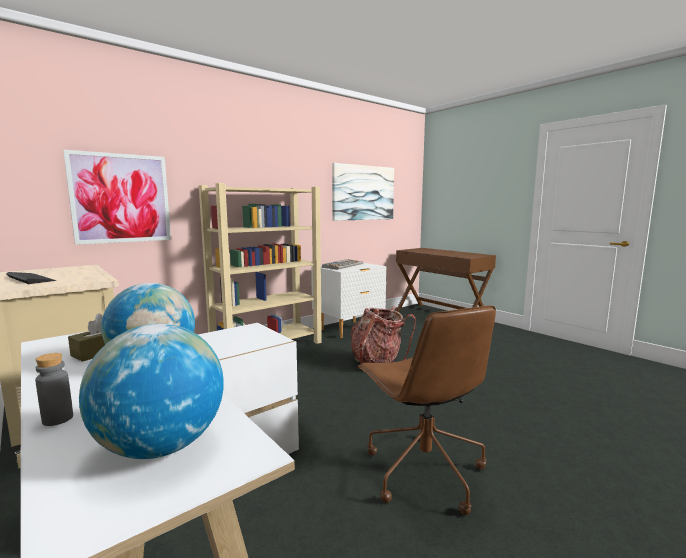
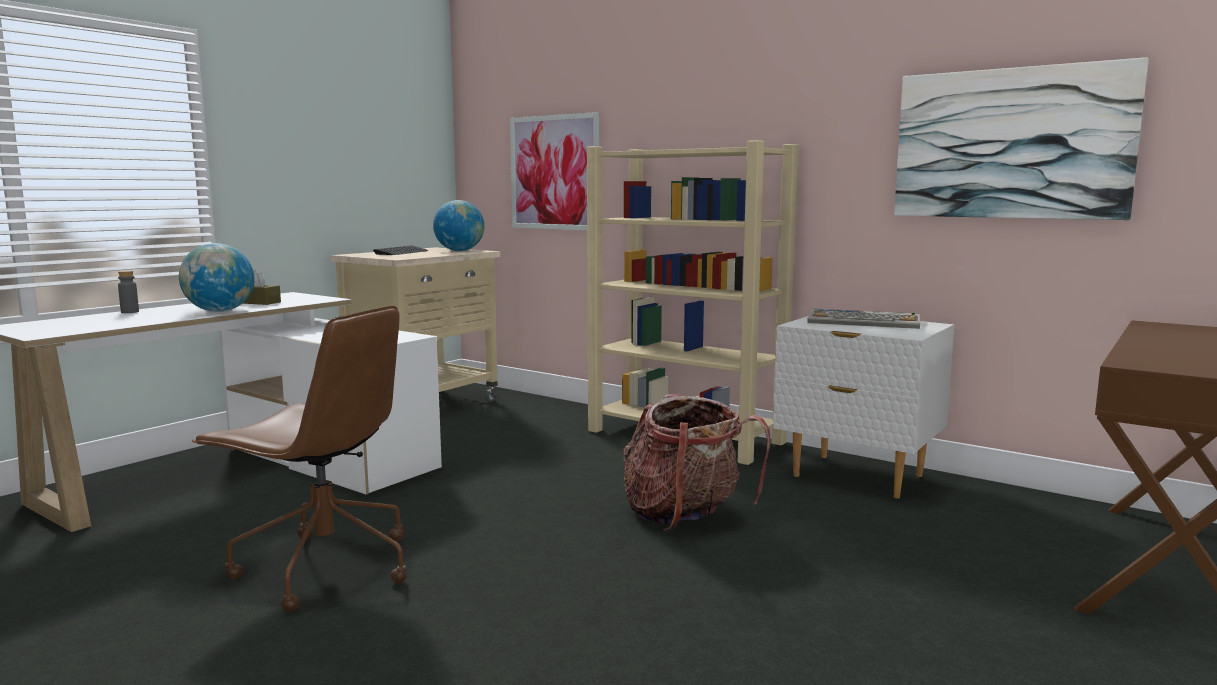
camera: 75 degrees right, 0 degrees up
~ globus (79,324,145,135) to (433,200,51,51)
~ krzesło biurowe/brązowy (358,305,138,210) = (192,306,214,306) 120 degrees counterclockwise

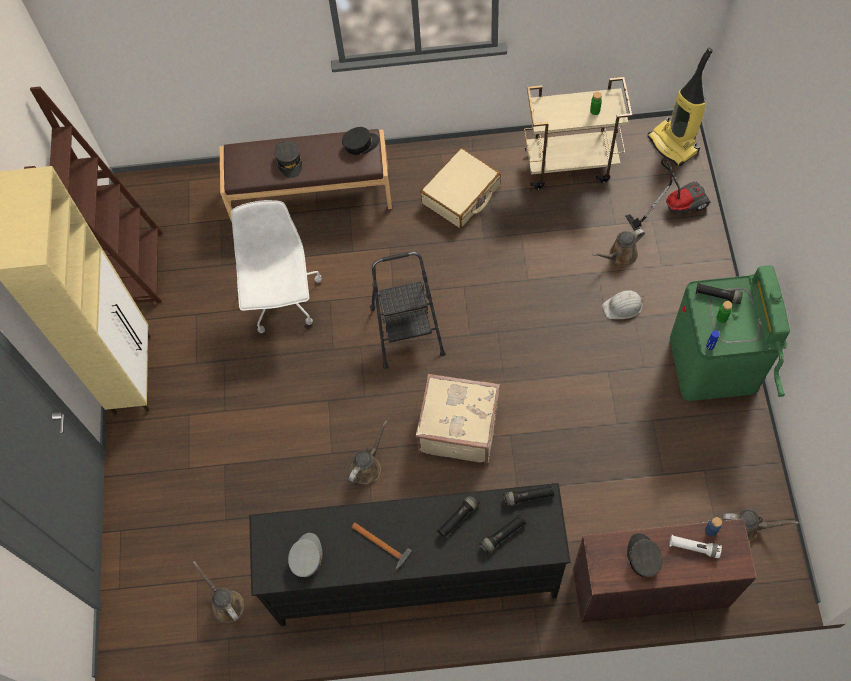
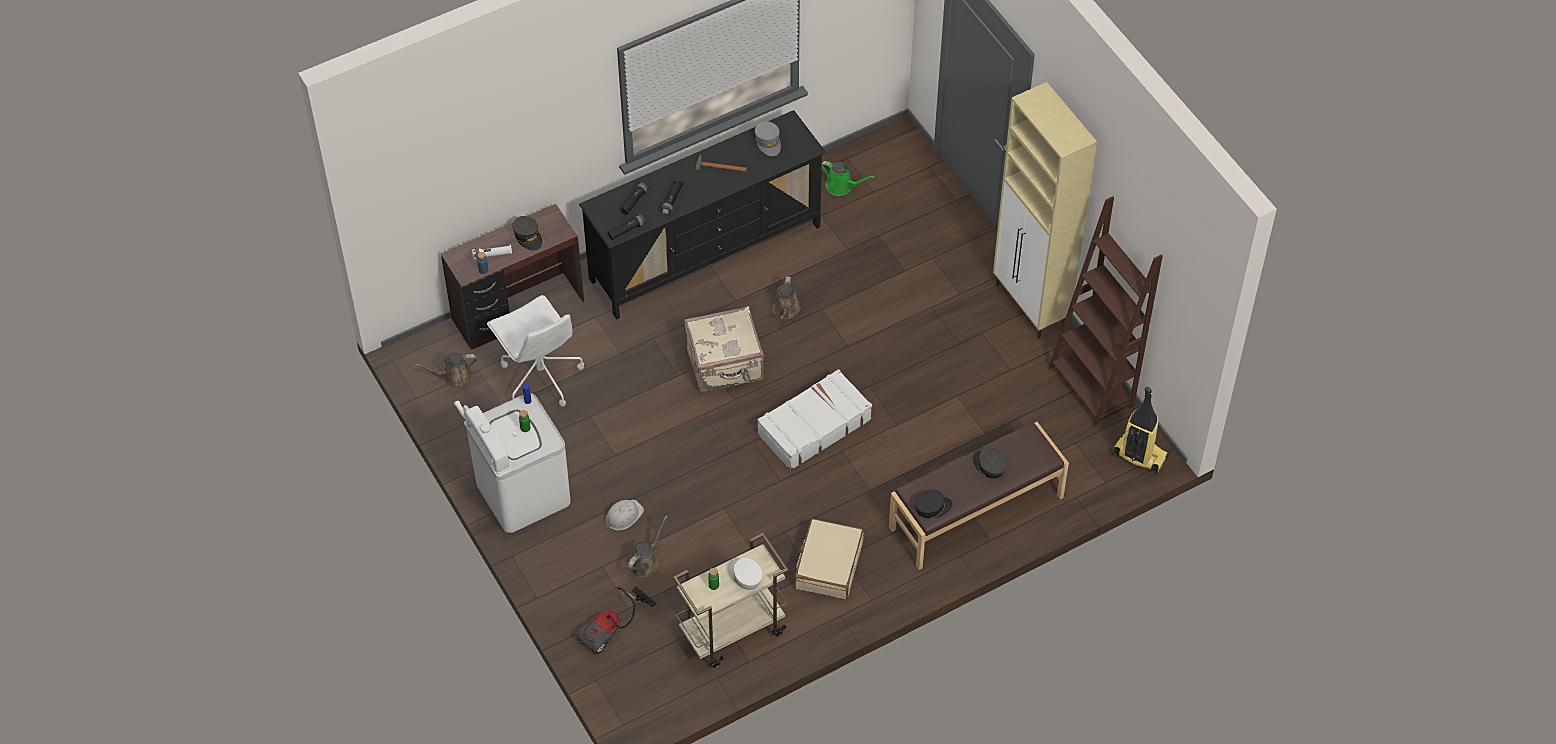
camera: 150 degrees right, 10 degrees down
- latarka/czarny (696,283,47,21)
+ czapka z daszkiem/biały (730,558,32,32)
~ krzesło biurowe/biały (231,200,91,133) to (487,295,97,112)
~ odkurzacz (648,48,65,118) to (1112,387,57,88)
~ drabinka/czarny (370,252,76,117) to walizka/biały (757,369,115,101)
~ konewka/brązowy (193,561,51,62) to konewka/zielony (822,161,53,35)
~ pralka/zielony (670,265,120,136) to pralka/biały (454,393,117,140)
~ czapka z daszkiem/czarny (342,127,38,28) = (914,490,38,28) 150 degrees counterclockwise

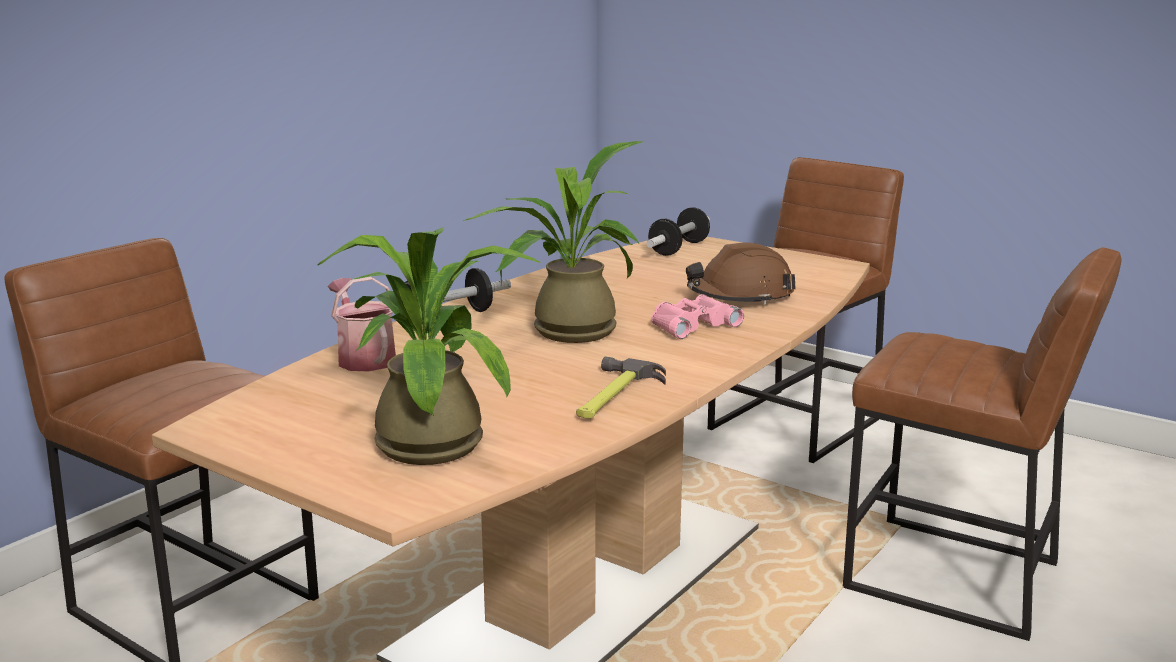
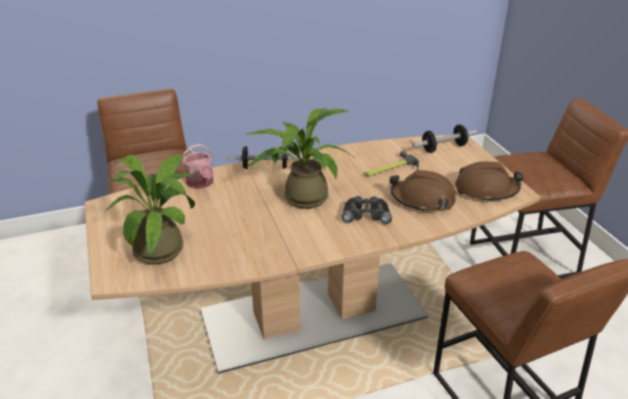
camera: 35 degrees right, 15 degrees up
+ kask/brązowy (455,162,69,40)
~ młotek (576,356,90,63) to (365,151,54,26)
~ lornetka/różowy (651,294,93,45) to lornetka/czarny (342,196,50,28)
~ konewka (328,276,68,96) = (182,144,32,45) 150 degrees clockwise

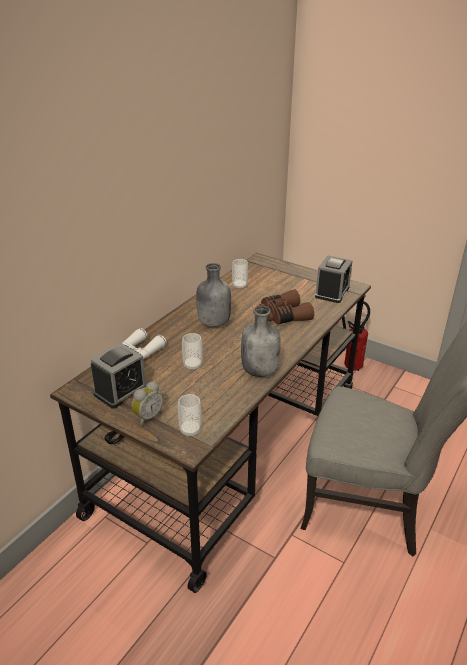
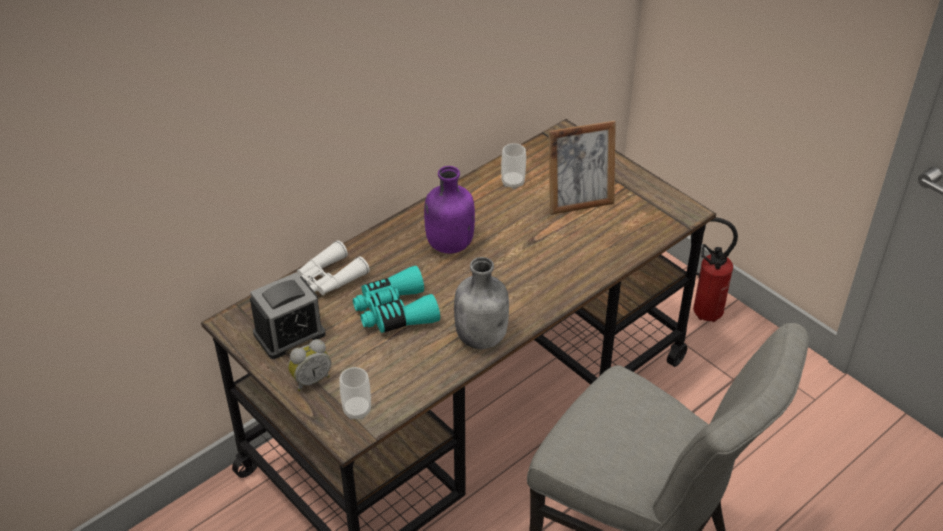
camera: 15 degrees right, 10 degrees up
- lornetka/brązowy (259,289,55,36)
- budzik (315,255,38,48)
+ ramka na zdjęcie (549,121,67,94)
~ filiżanka (182,333,21,38) to lornetka/turkusowy (353,266,87,67)
~ butelka/szary (196,263,35,64) to butelka/fioletowy (424,166,51,88)

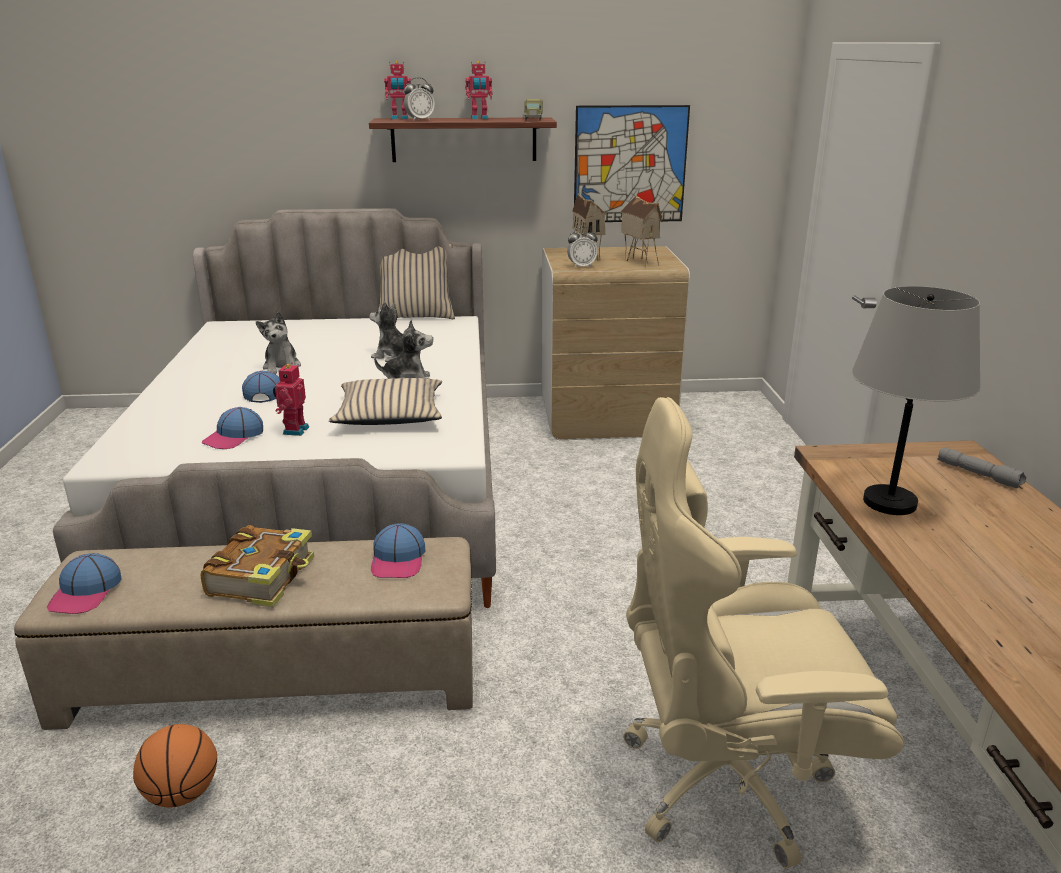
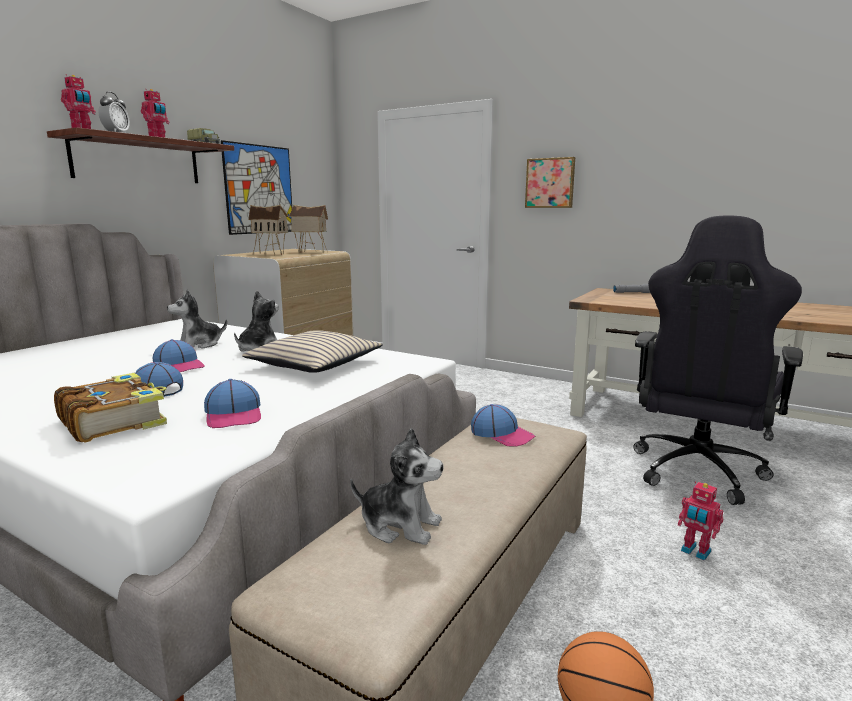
camera: 55 degrees left, 10 degrees down
- poduszka/beżowy (378,244,77,75)
- budzik (567,227,31,41)
- lampa stołowa/szary (852,286,128,229)
+ obraz (525,157,50,51)
~ czapka z daszkiem (47,553,75,61) to (152,339,53,33)
~ książka (201,525,113,82) to (54,373,113,70)
~ pluszak (256,312,45,62) to (350,428,94,117)
~ robot zabawkowy (273,362,36,74) to (678,481,45,80)
~ krzesło biurowe/beżowy (623,397,282,472) to krzesło biurowe/czarny (633,216,170,289)

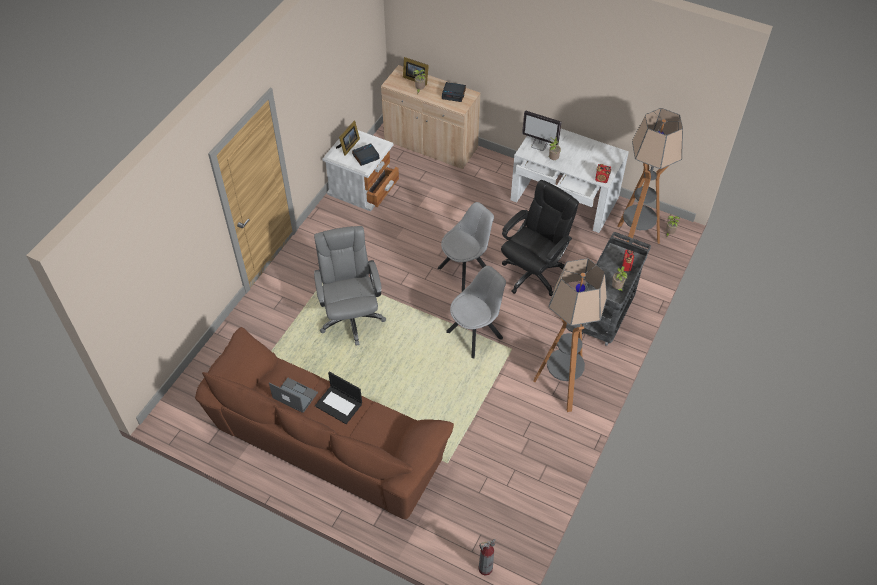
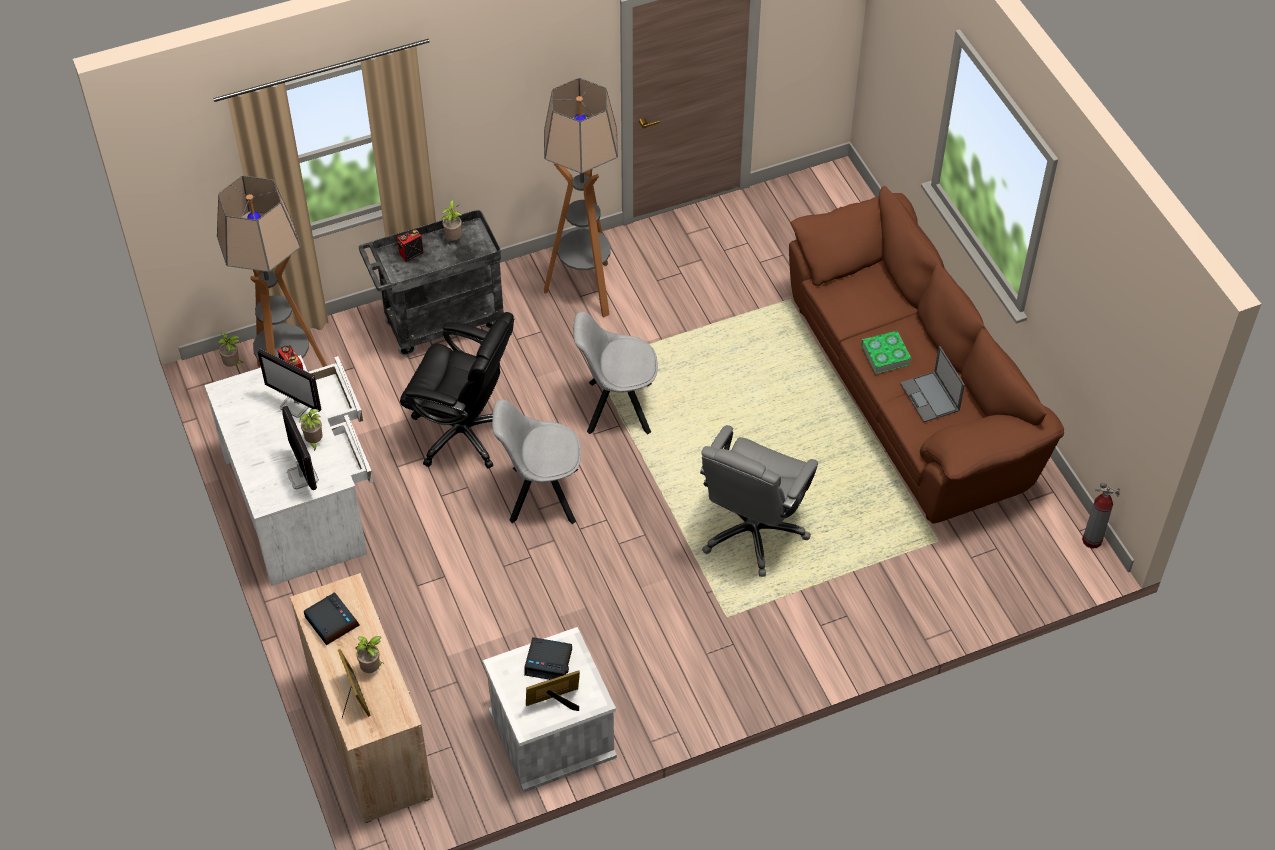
camera: 140 degrees left, 0 degrees up
+ monitor (257,349,65,69)
~ gaśnica (478,539,18,37) to (1082,483,38,65)
~ laptop (315,372,47,52) to książka (861,331,51,43)
~ krzesło biurowe/czarny (501,180,78,116) = (400,312,114,157) 150 degrees counterclockwise

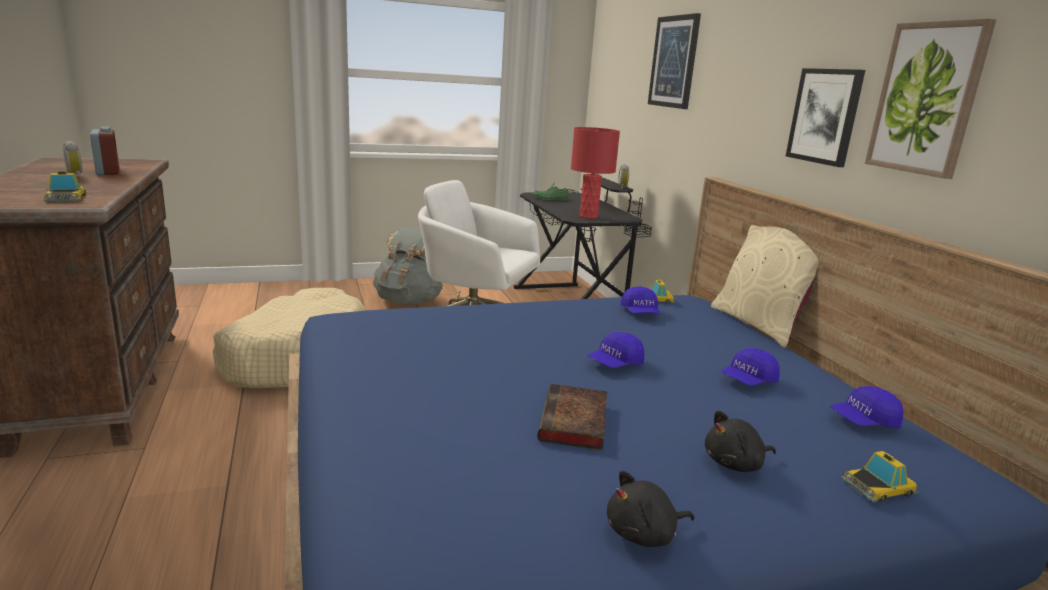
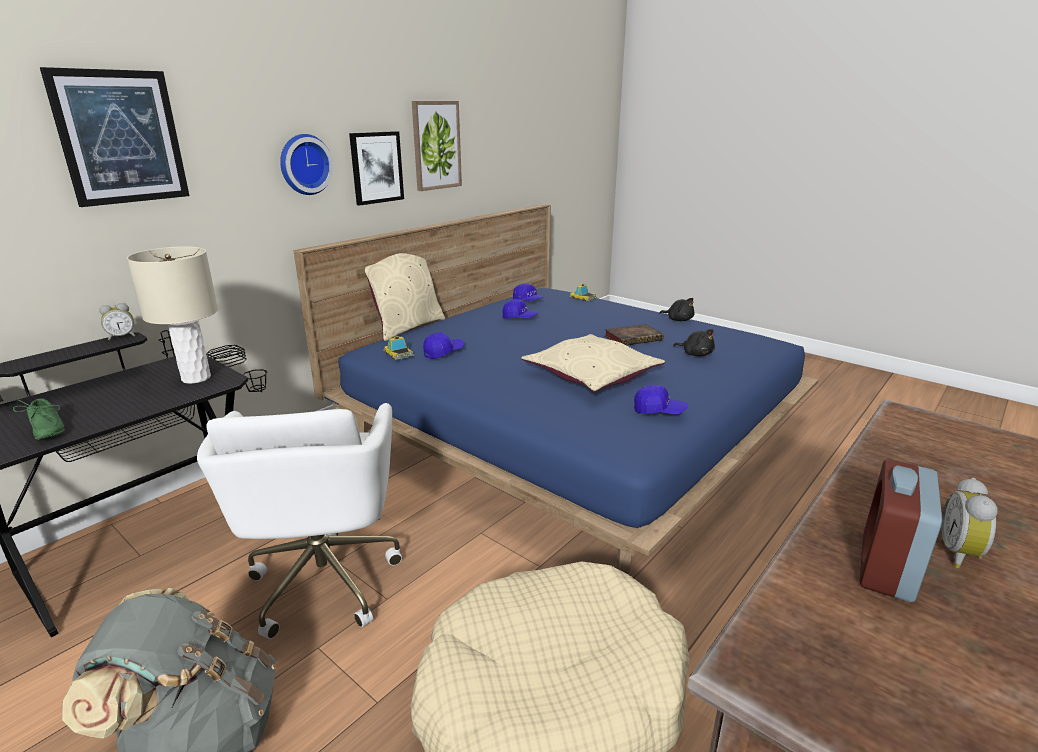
camera: 120 degrees left, 5 degrees up
- samochodzik (44,171,42,31)
+ zegar ścienny (280,134,54,61)
+ poduszka/beżowy (521,334,144,58)
~ czapka z daszkiem/niebieski (588,332,56,36) to (634,385,54,29)
~ pluszak/czarny (705,410,71,62) to (673,329,42,27)
~ lampa stołowa/czerwony (571,127,49,92) to lampa stołowa/beżowy (127,246,91,138)

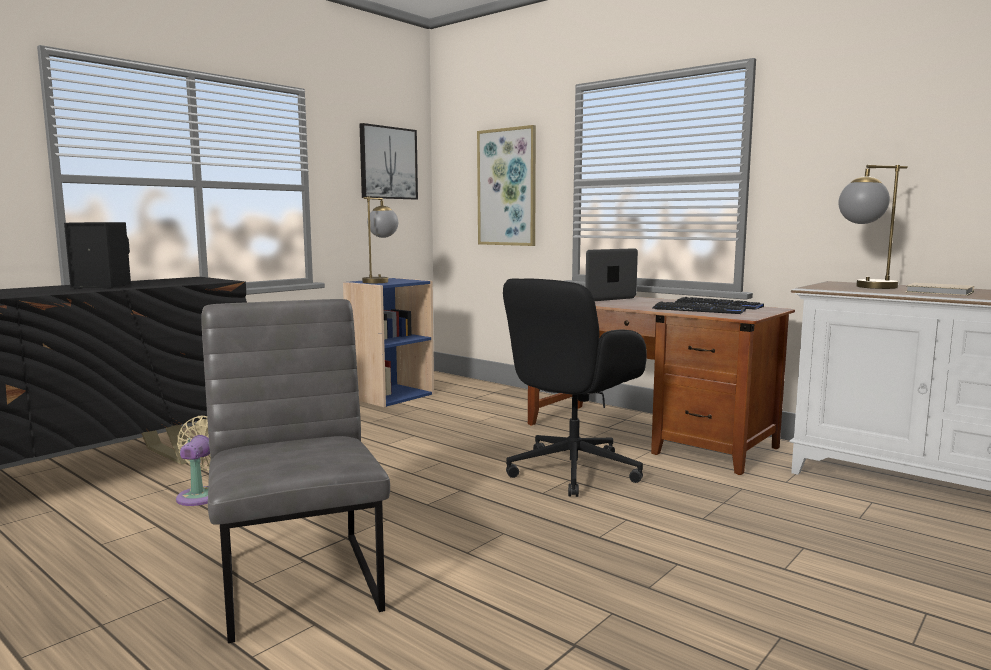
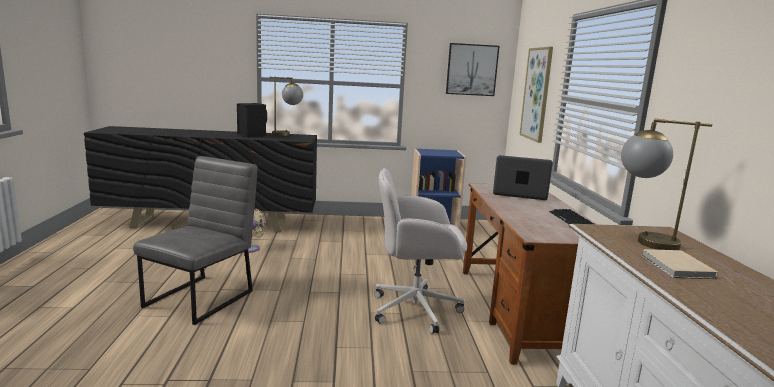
camera: 45 degrees right, 5 degrees up
- klawiatura (652,302,94,12)
~ lampa stołowa (362,197,36,86) to (270,76,33,60)
~ krzesło biurowe/czarny (503,278,144,219) to krzesło biurowe/biały (374,168,93,166)

